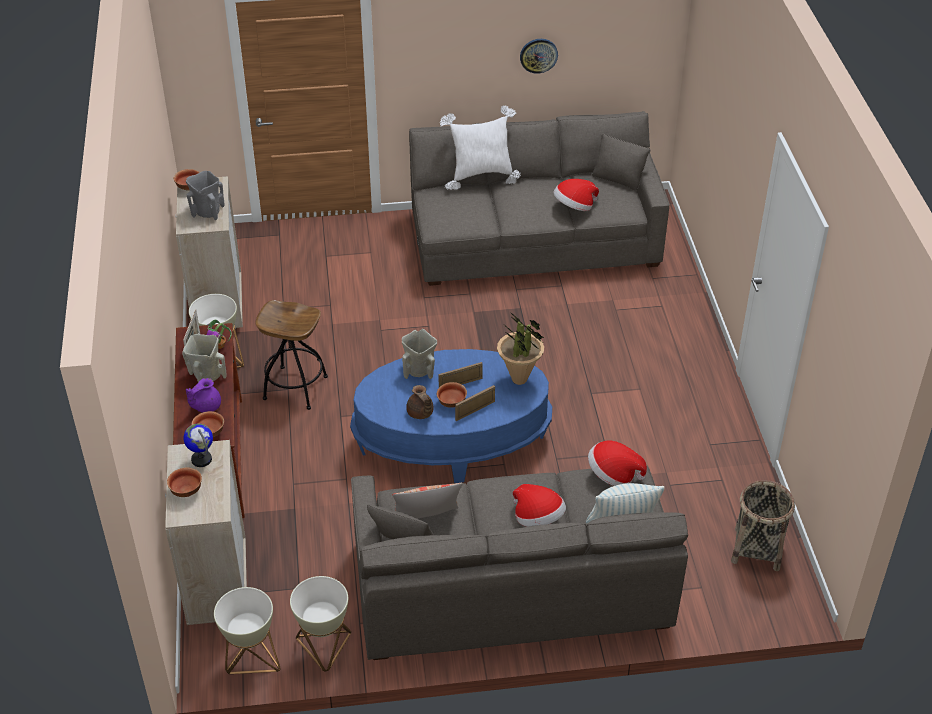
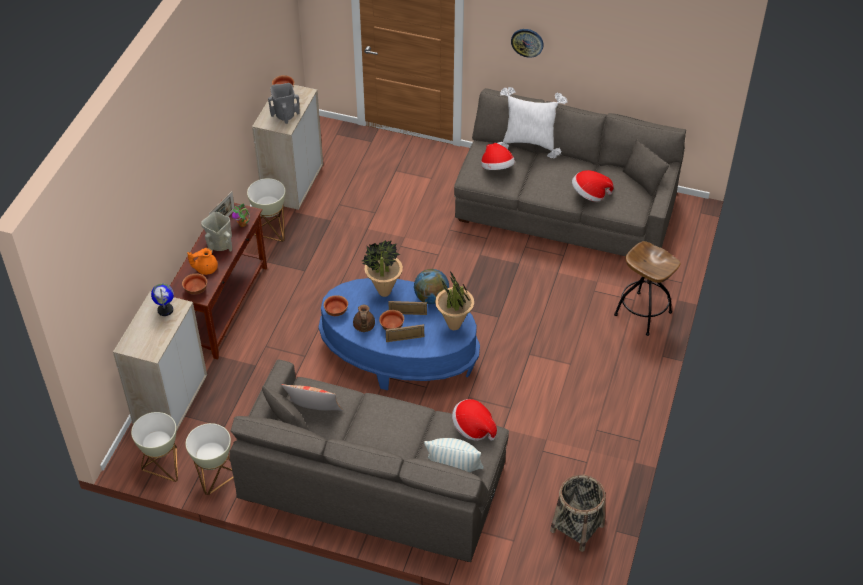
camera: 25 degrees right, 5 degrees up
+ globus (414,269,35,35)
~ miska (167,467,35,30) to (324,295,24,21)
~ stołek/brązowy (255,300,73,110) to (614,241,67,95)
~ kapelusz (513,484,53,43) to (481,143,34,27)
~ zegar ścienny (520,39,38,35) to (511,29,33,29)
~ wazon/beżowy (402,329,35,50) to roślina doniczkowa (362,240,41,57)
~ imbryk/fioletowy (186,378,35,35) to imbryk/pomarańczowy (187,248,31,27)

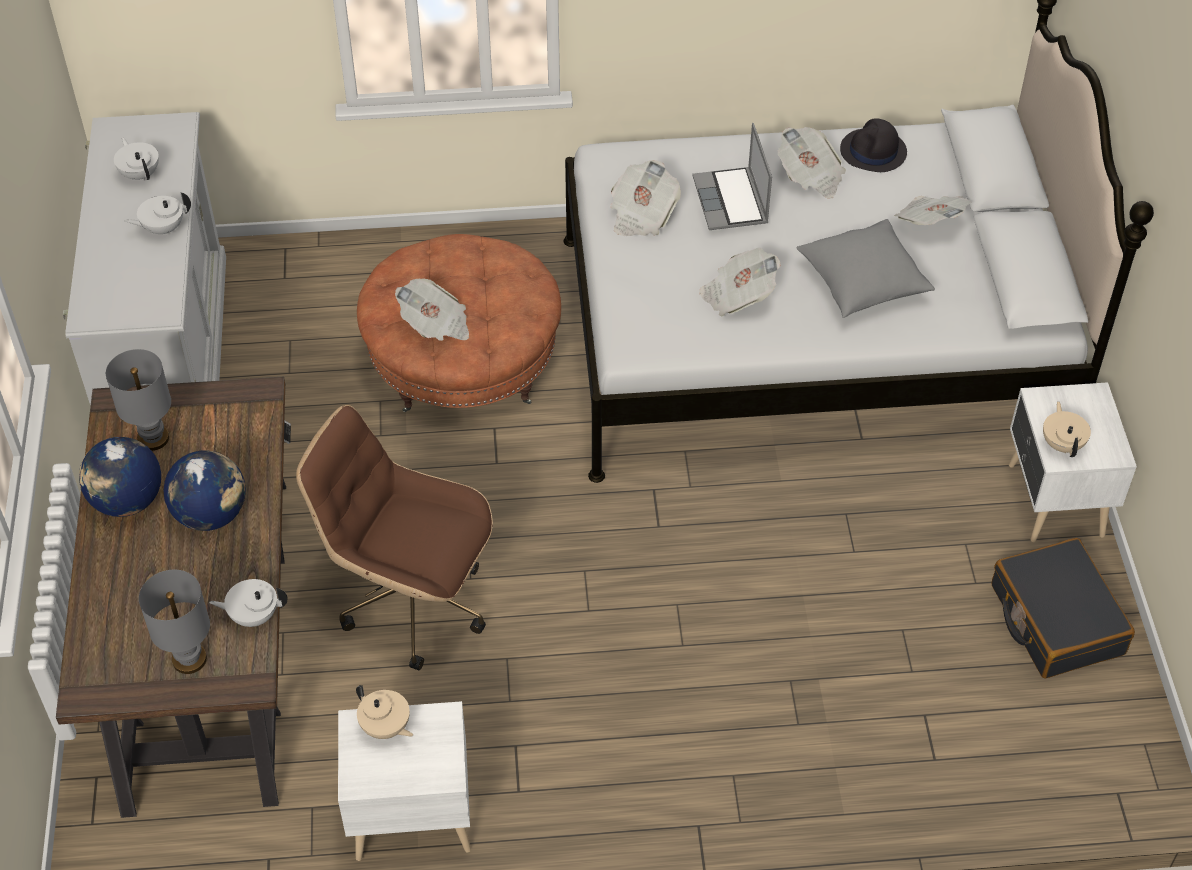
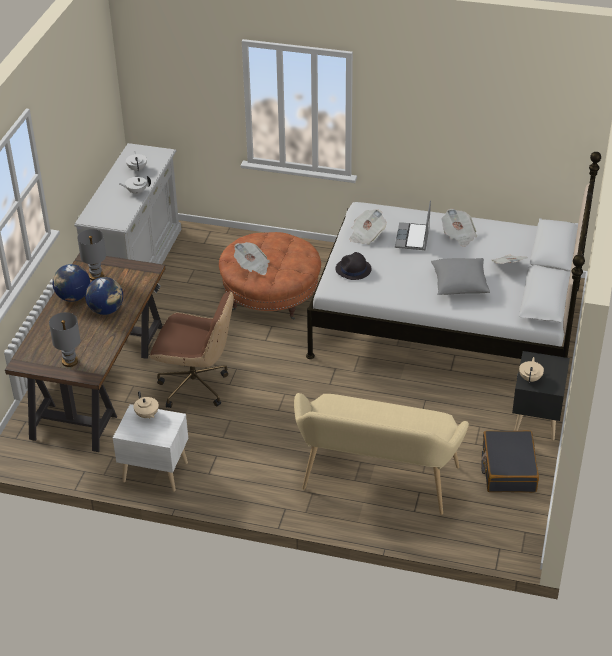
camera: 20 degrees right, 10 degrees down
- imbryk/biały (209,579,78,48)
- gazeta (699,248,82,69)
+ ławka/beżowy (294,393,175,122)
~ kapelusz/czarny (840,118,67,54) to (335,252,37,28)
~ szafka nocna/biały (1009,382,128,160) to szafka nocna/czarny (512,351,58,89)
~ krzesło biurowe/brązowy (296,405,197,265) = (150,291,84,117) 150 degrees clockwise

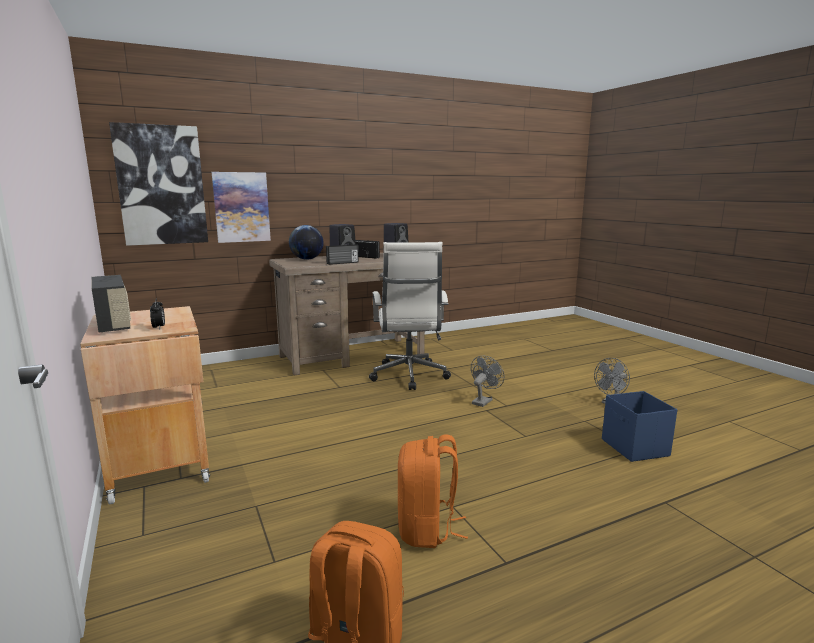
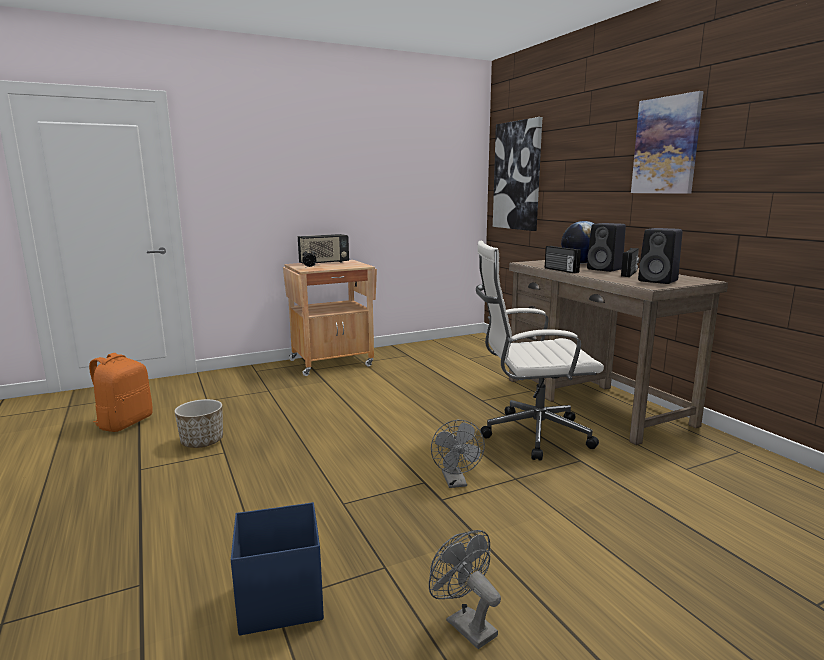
camera: 90 degrees right, 0 degrees up
~ obraz (212,172,59,71) to (631,91,73,103)
~ plecak/pomarańczowy (398,434,70,114) to donica (174,399,49,49)
~ wentylator/szary (471,356,34,51) = (431,420,54,68) 45 degrees clockwise

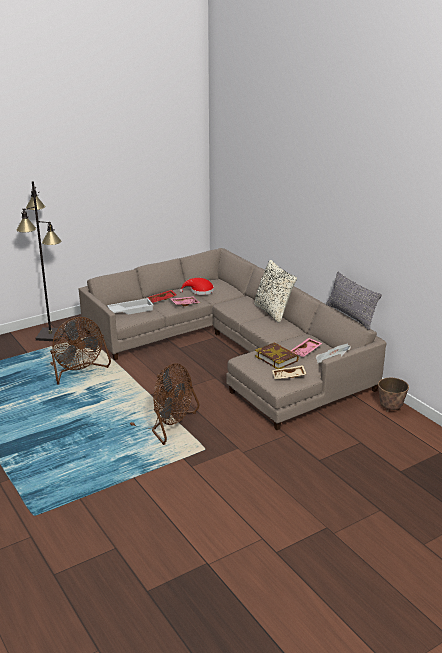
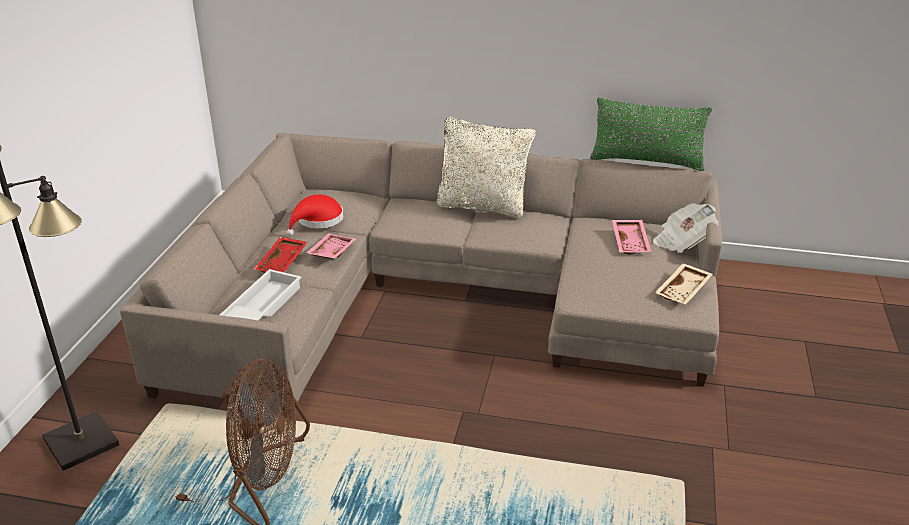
camera: 45 degrees left, 5 degrees up
- wentylator/brązowy (130,363,69,82)
- książka (255,343,44,26)
- donica (378,378,31,34)
~ poduszka/szary (326,272,56,58) to poduszka/zielony (590,97,122,74)

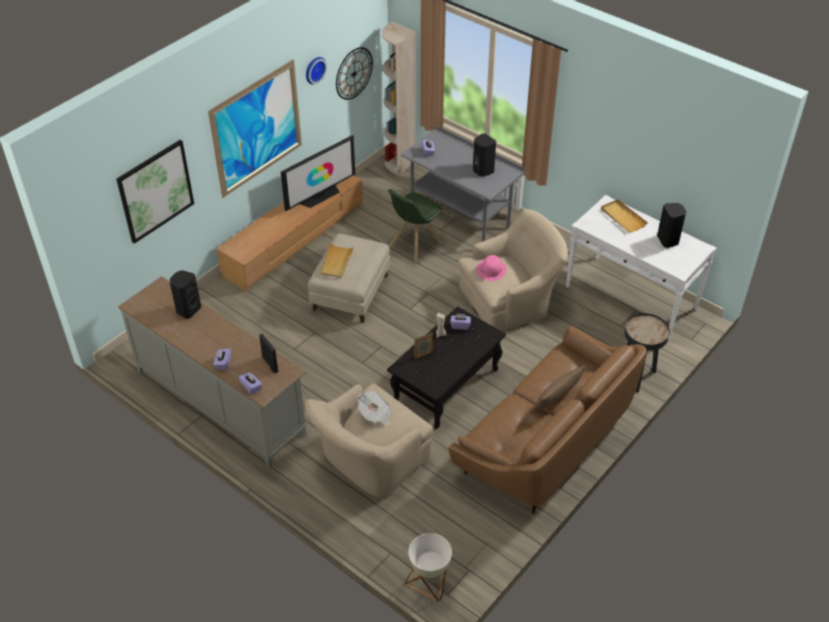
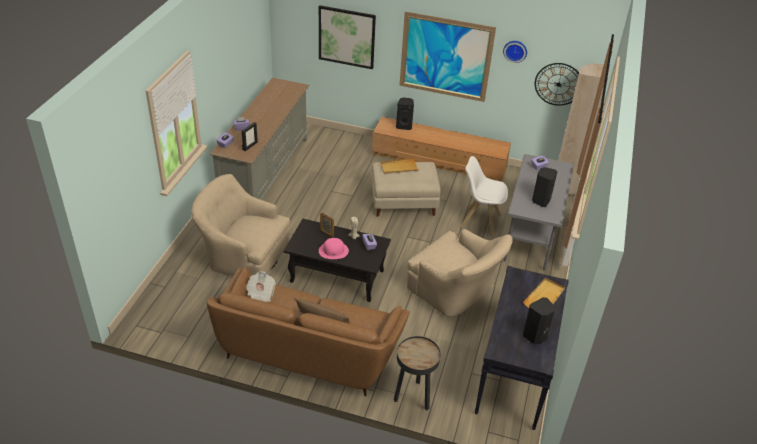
camera: 65 degrees right, 5 degrees down
- telewizor (281,135,74,76)
- donica (405,533,47,68)
~ głośnik/czarny (170,270,31,49) to (396,97,18,33)
~ gazeta (357,391,35,34) to (246,271,30,31)
~ kapelusz/różowy (476,255,31,26) to (319,238,30,21)
~ krzesło/zielony (388,189,55,74) to krzesło/biały (460,156,48,80)
~ stolik konsolowy/biały (566,195,151,146) to stolik konsolowy/czarny (475,266,94,164)

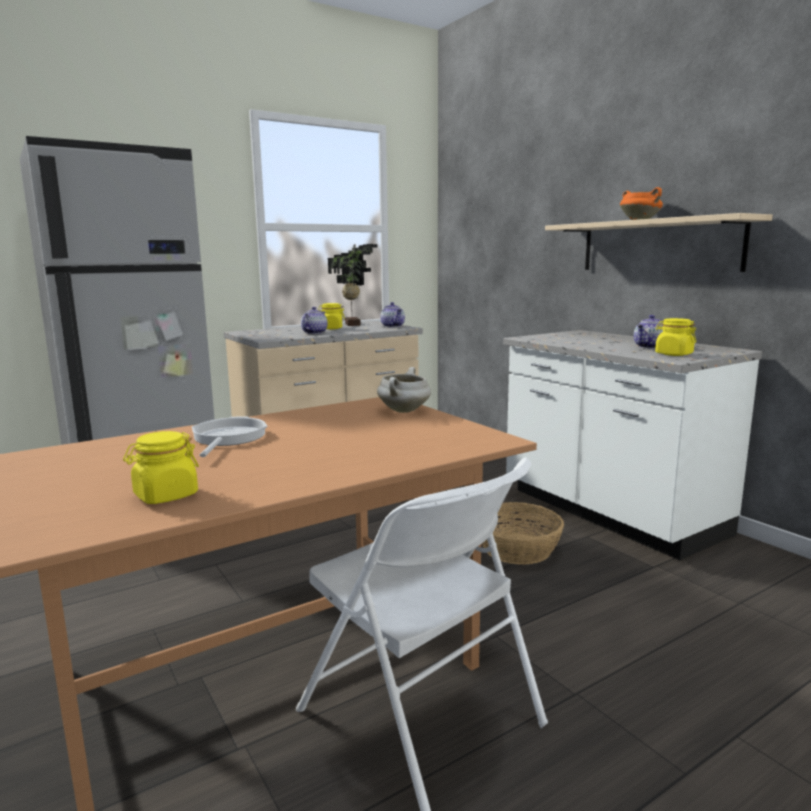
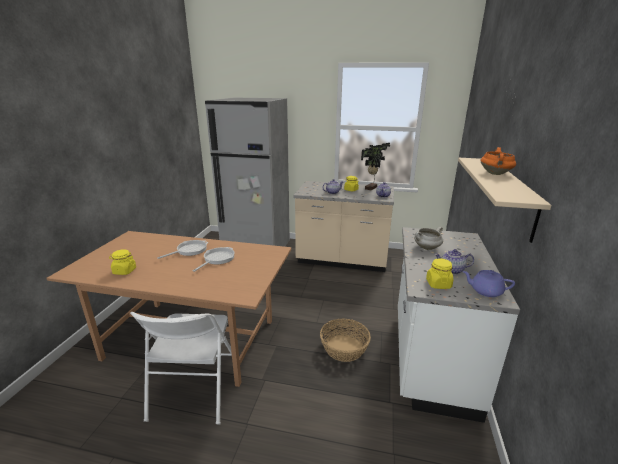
camera: 45 degrees right, 10 degrees up
+ patelnia (193,247,41,25)
+ imbryk/fioletowy (462,270,53,27)
~ garnek/biały (377,367,54,46) to (414,227,29,23)

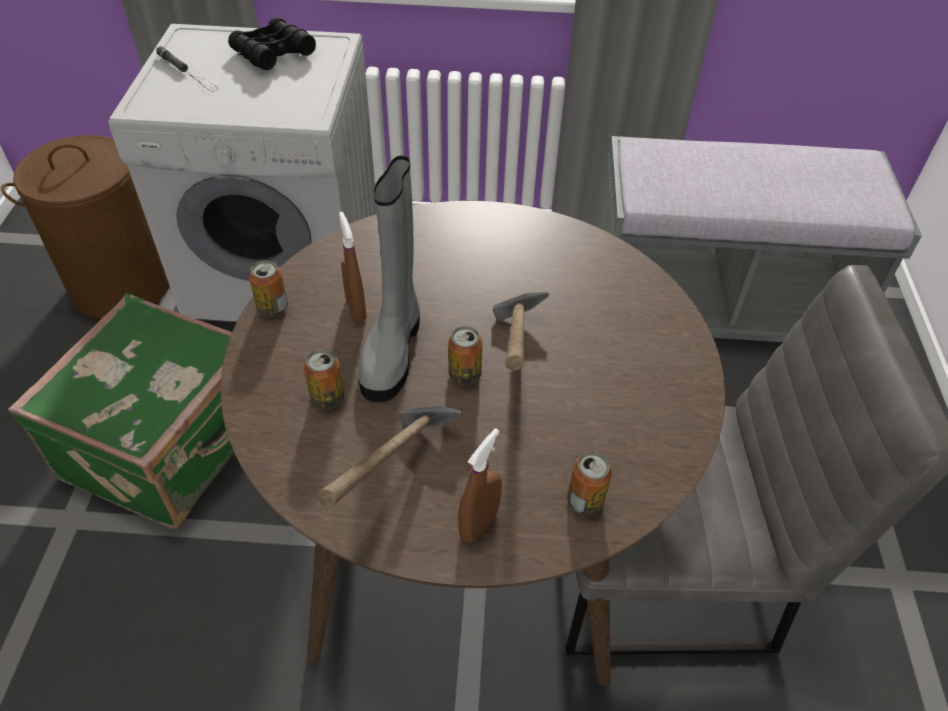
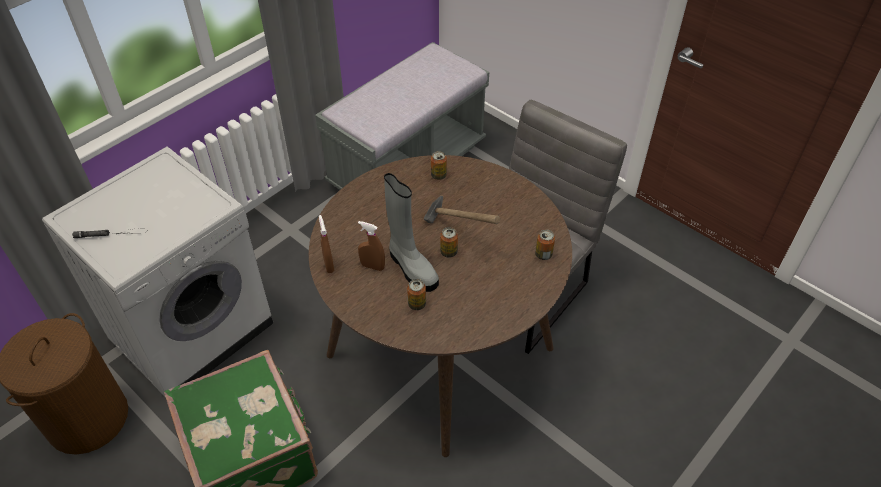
camera: 50 degrees left, 0 degrees up
- lornetka/czarny (228,17,88,53)
- młotek (318,406,145,101)
~ puszka (249,260,39,57) to (431,151,16,29)
~ spryskiwacz/brązowy (458,428,44,115) to (319,215,15,58)

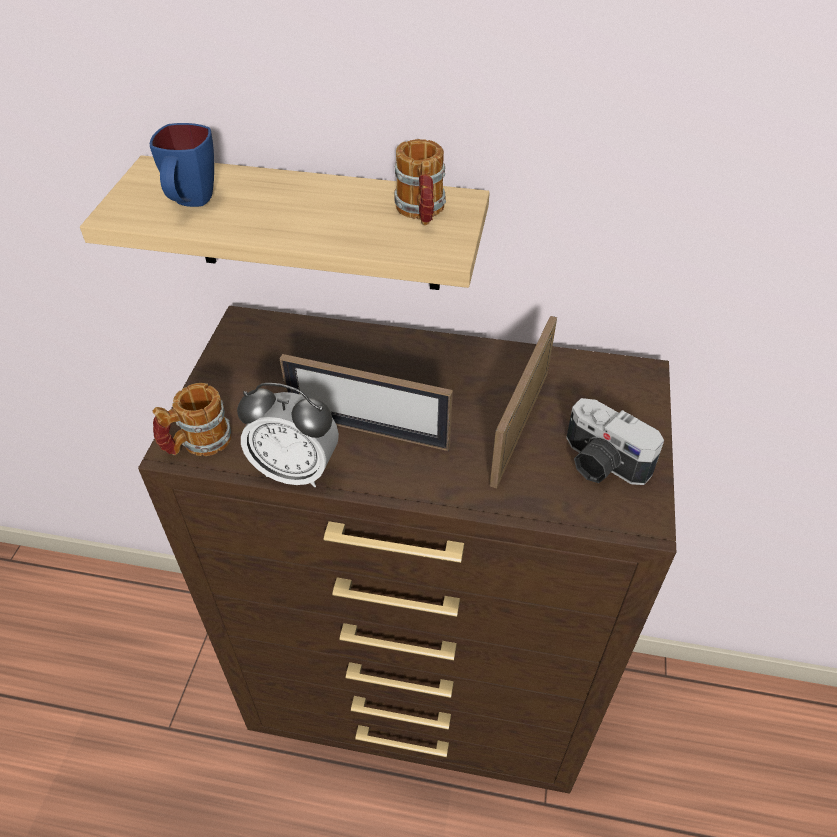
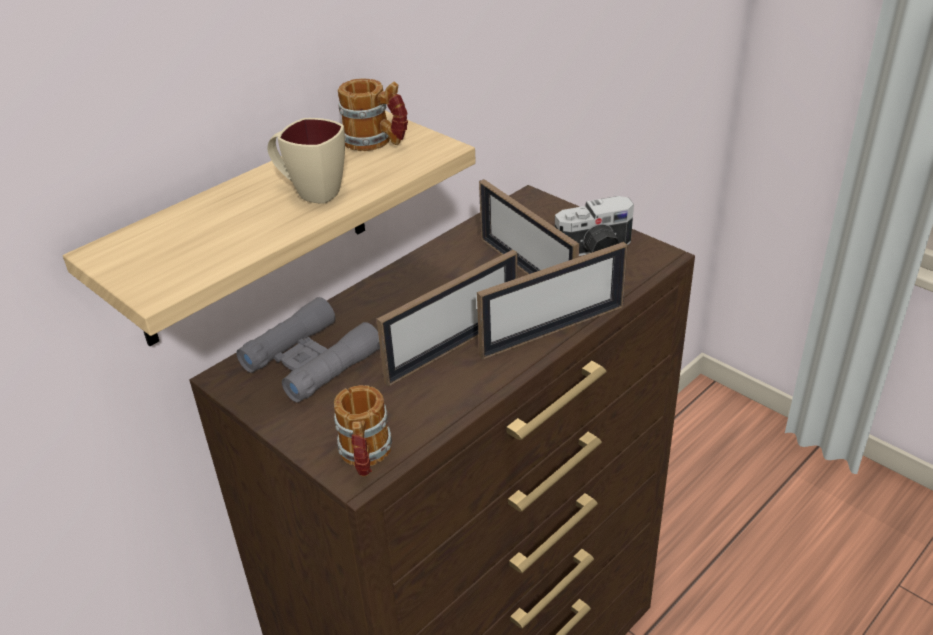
camera: 55 degrees left, 10 degrees down
- kubek/niebieski (150,123,64,84)
- budzik (237,383,102,104)
+ lornetka/szary (236,297,144,106)
+ kubek/beżowy (268,118,77,86)
+ ramka na zdjęcie (477,242,151,118)

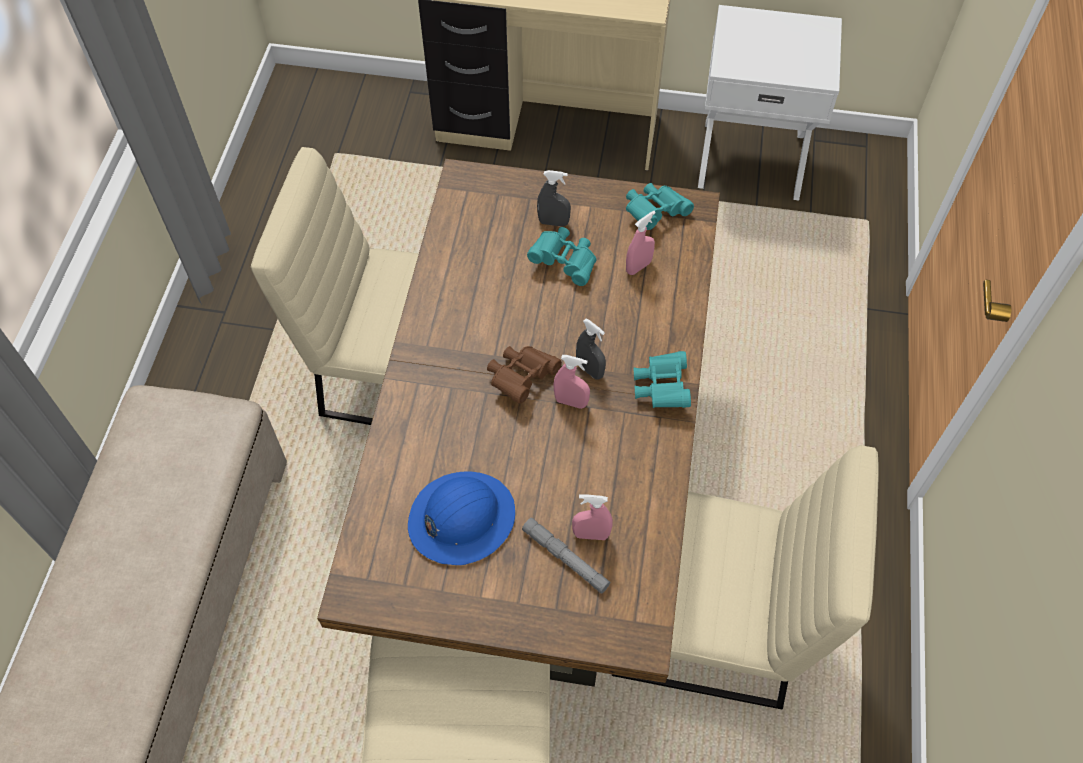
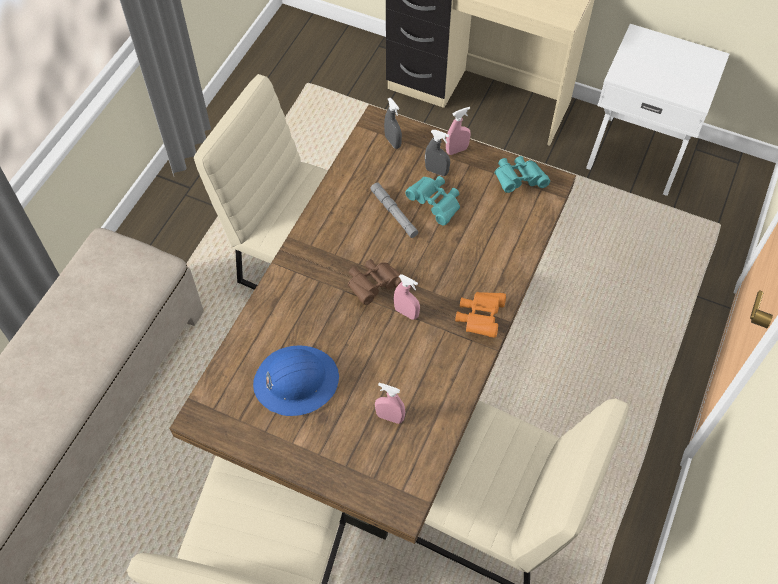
camera: 15 degrees right, 0 degrees up
~ latarka/szary (522,517,88,77) to (370,183,49,55)
~ spryskiwacz/szary (576,319,30,61) to (384,98,18,51)
~ spryskiwacz/różowy (626,211,30,64) to (446,107,25,48)
~ lornetka/turkusowy (633,351,58,57) to lornetka/pomarańczowy (455,292,51,46)

